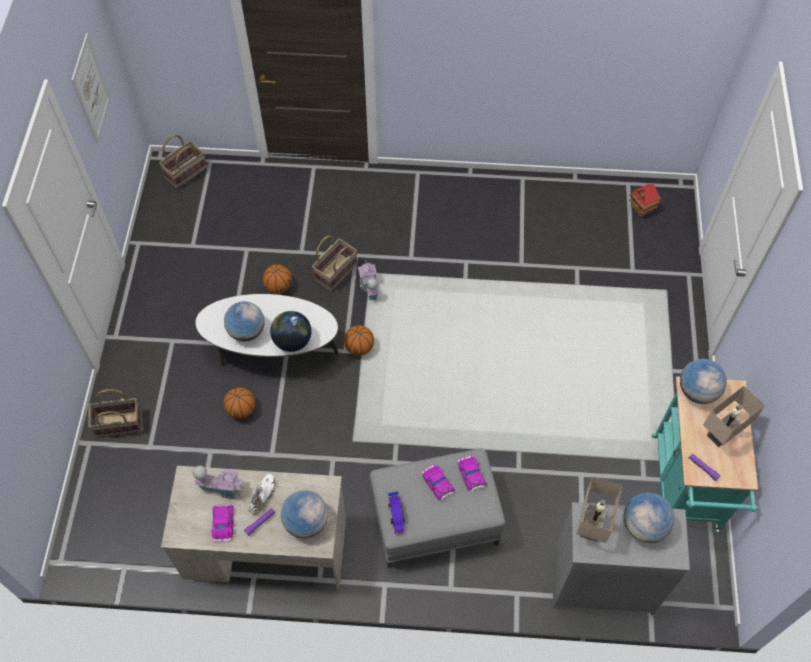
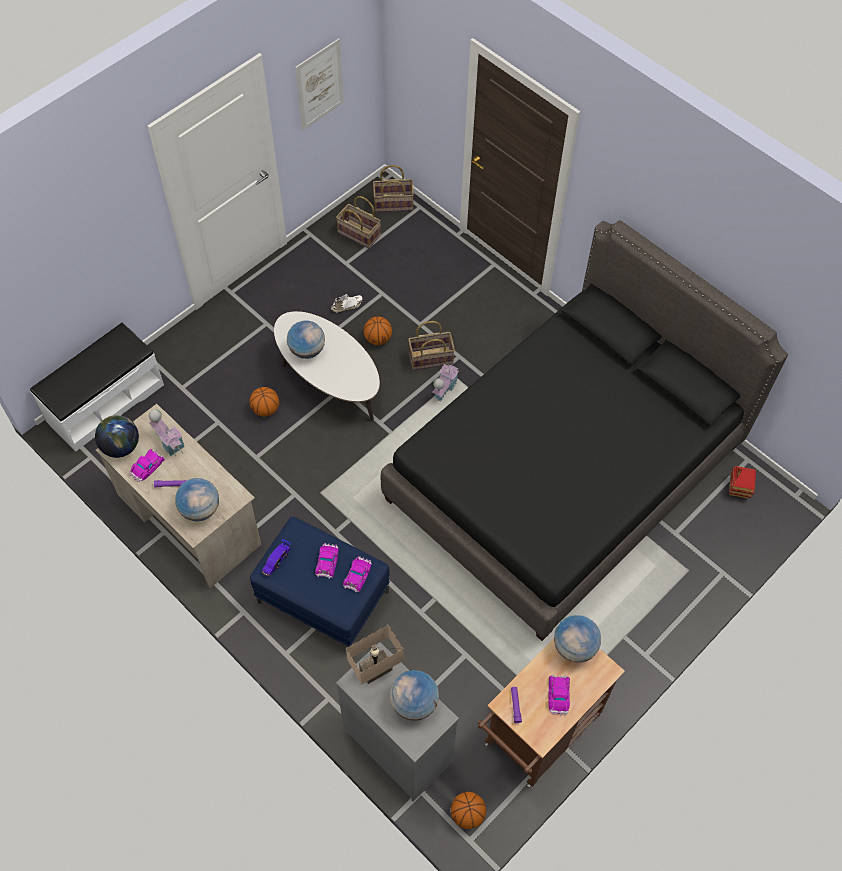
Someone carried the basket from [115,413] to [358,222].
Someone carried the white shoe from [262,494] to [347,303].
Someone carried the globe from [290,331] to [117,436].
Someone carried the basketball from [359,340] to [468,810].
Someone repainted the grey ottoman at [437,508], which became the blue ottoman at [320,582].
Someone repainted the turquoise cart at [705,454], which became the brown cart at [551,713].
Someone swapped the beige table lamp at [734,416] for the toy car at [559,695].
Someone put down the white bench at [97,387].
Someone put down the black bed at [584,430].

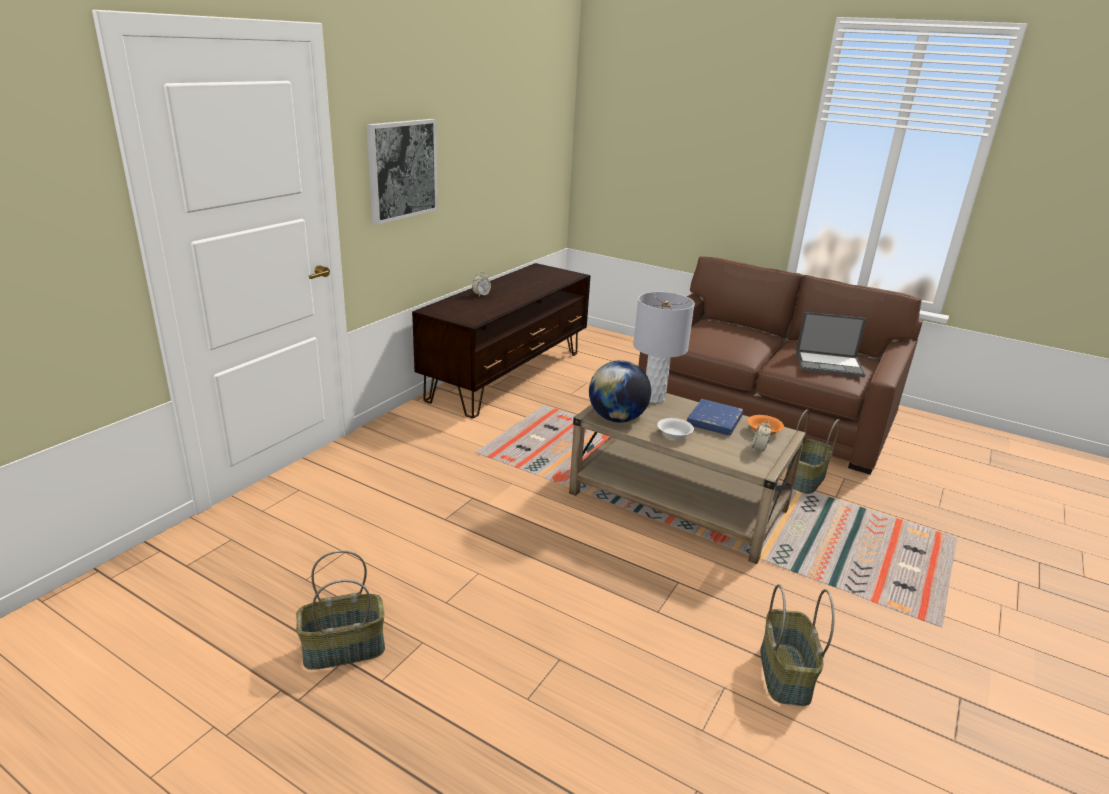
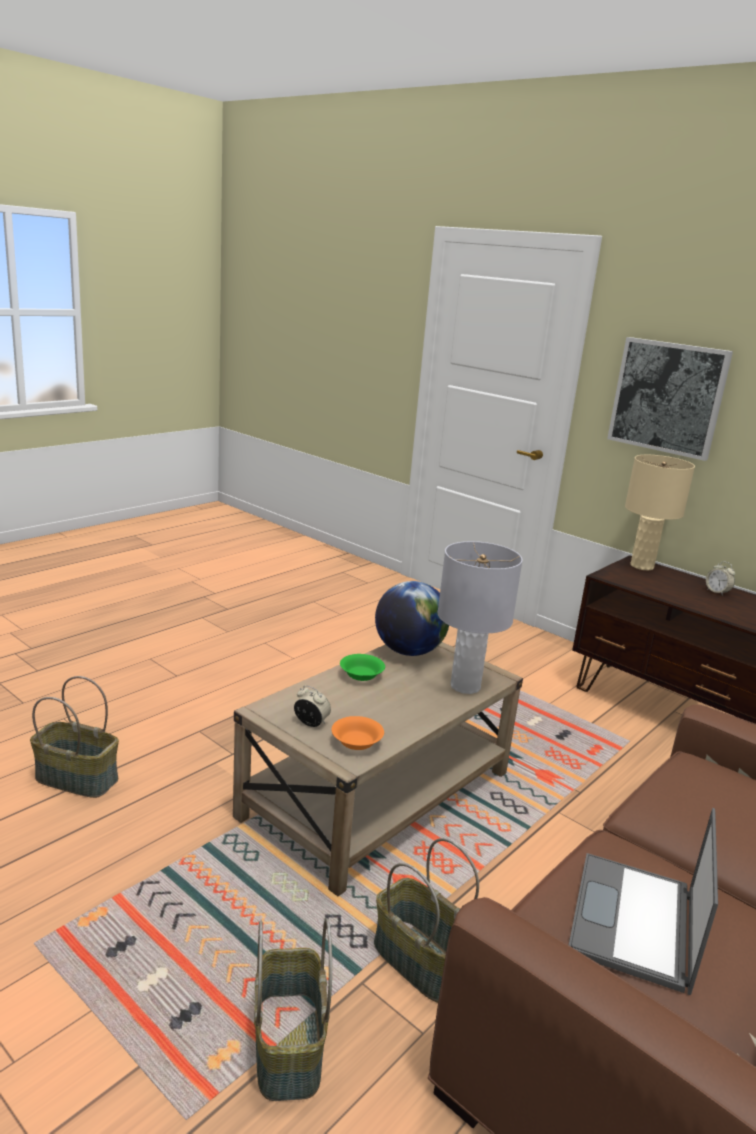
Someone carried the basket from [340,610] to [293,1009].
Someone repainted the white bowl at [675,429], which became the green bowl at [362,667].
Someone took away the blue book at [715,417].
Someone put down the beige table lamp at [660,513].

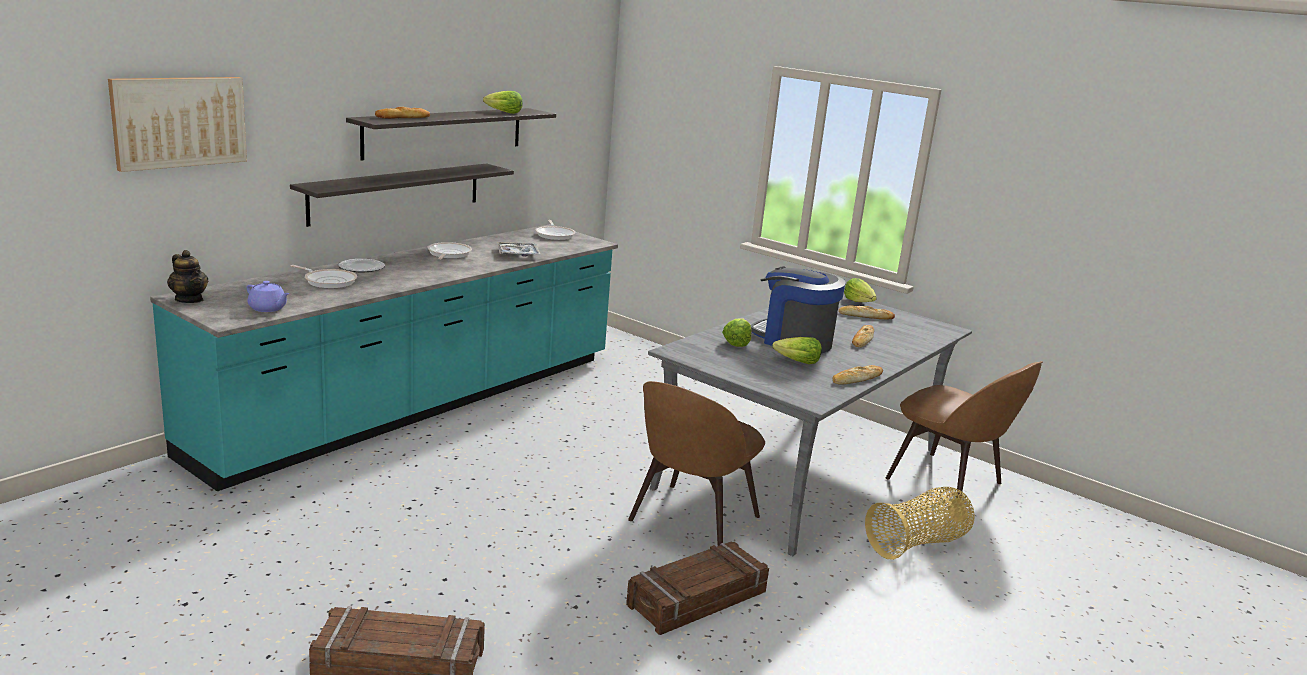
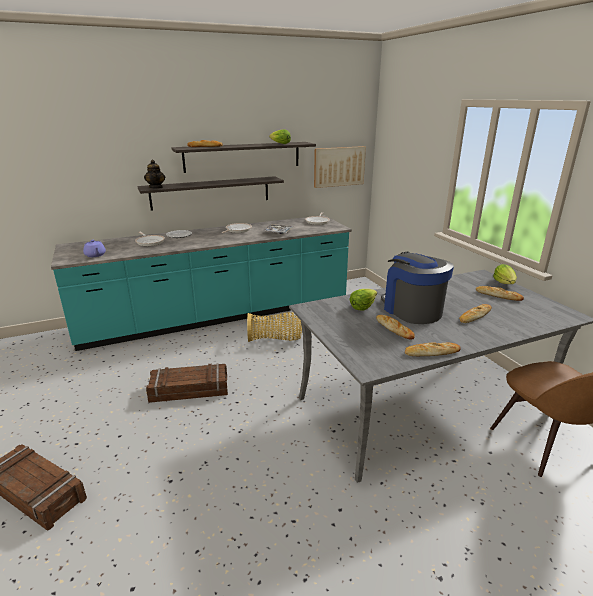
Someone carried the picture from [177,124] to [340,167].
Someone carried the teapot from [187,276] to [154,174].
Someone carried the crate from [697,588] to [187,383].
Someone took away the brown chair at [696,463].
Someone swapped the lettuce at [797,350] for the bread at [395,327].
Someone carried the basket from [920,523] to [274,327].

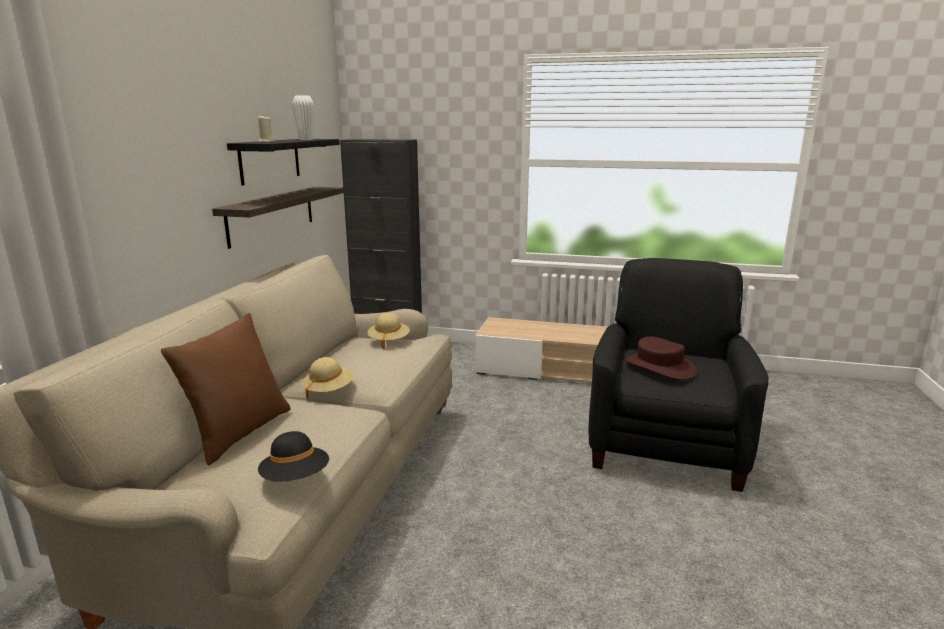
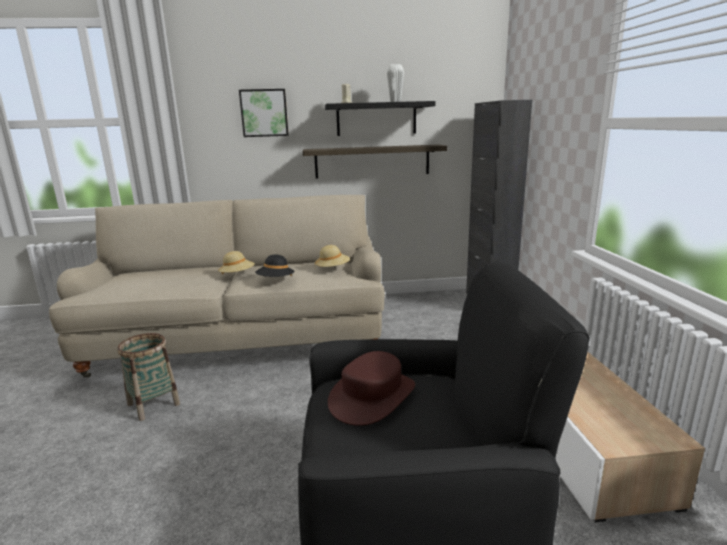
Someone took away the brown pillow at [226,389].
Someone carried the black hat from [293,456] to [275,266].
Someone put down the basket at [148,377].
Someone put up the picture at [264,113].

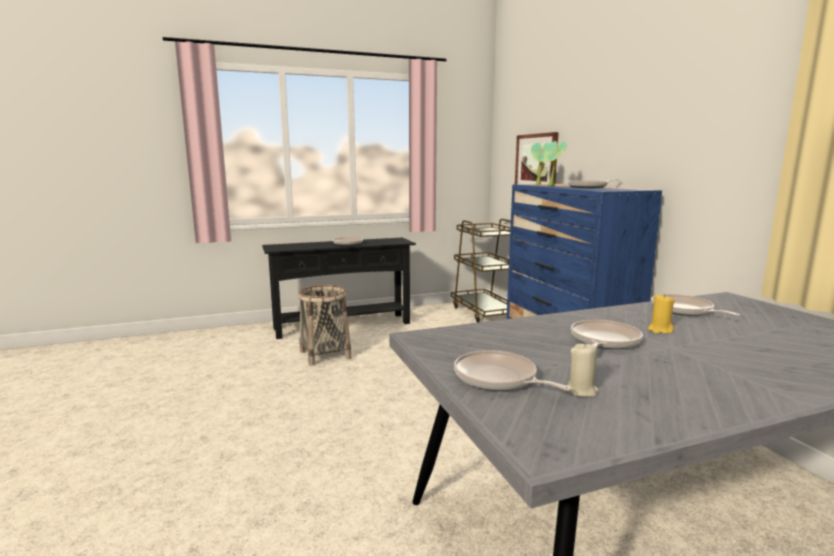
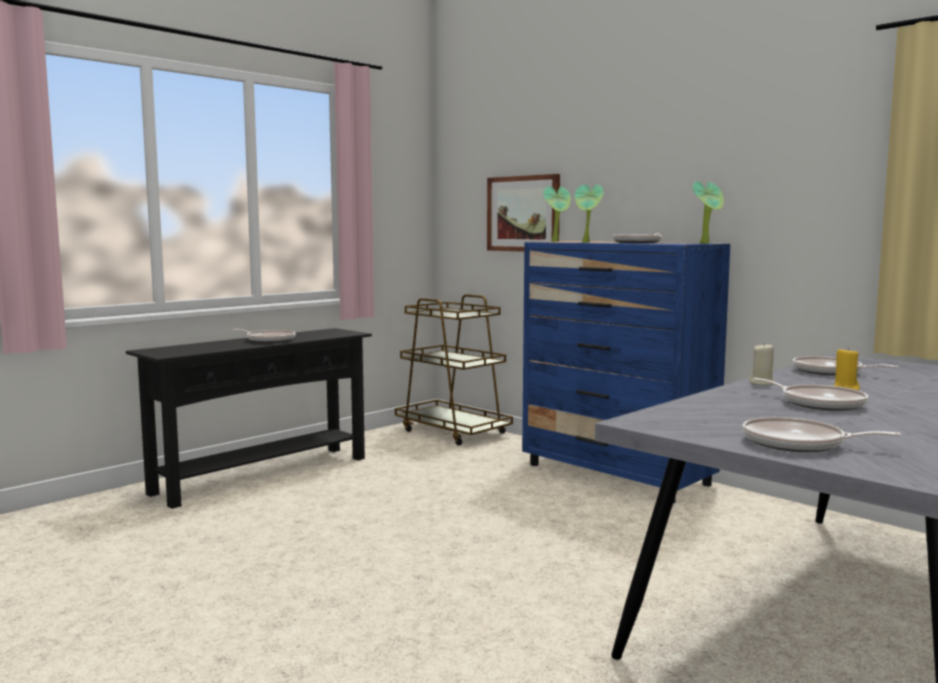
Someone took away the basket at [325,325].
Someone carried the beige candle from [583,369] to [762,364].
Someone rotated the frying pan at [607,334] by 135 degrees clockwise.
Someone put down the potted plant at [708,213].

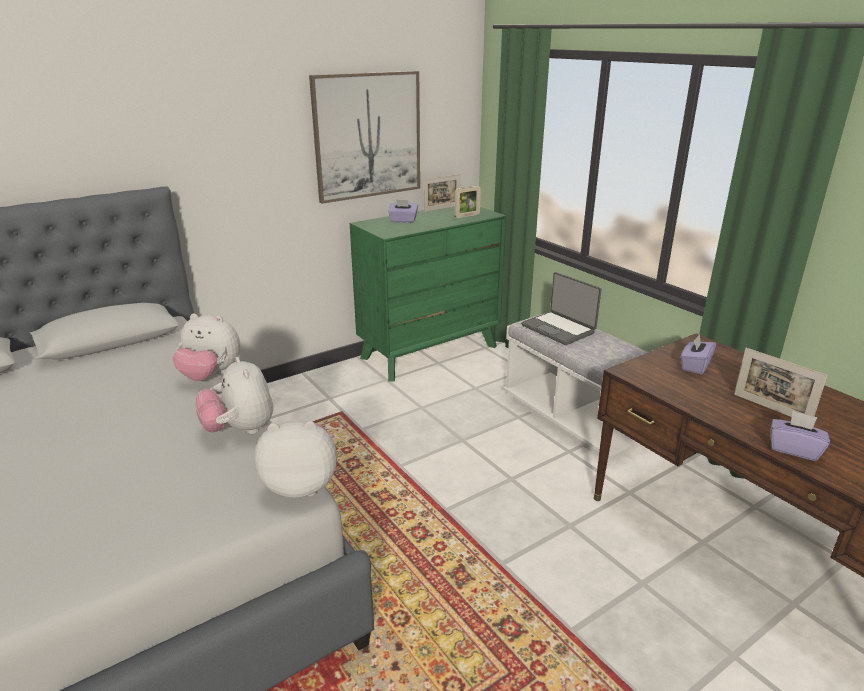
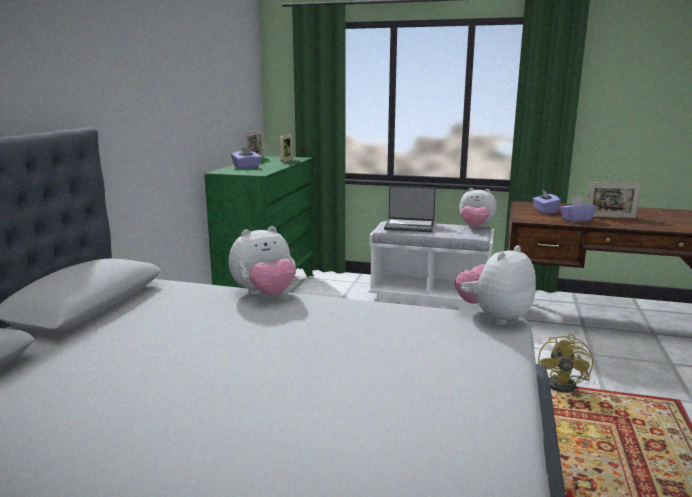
Someone carried the plush toy from [234,395] to [478,207].
Someone took away the picture at [364,137].
Someone carried the purple tissue box from [800,436] to [578,209].
Someone put down the yellow fan at [565,363].

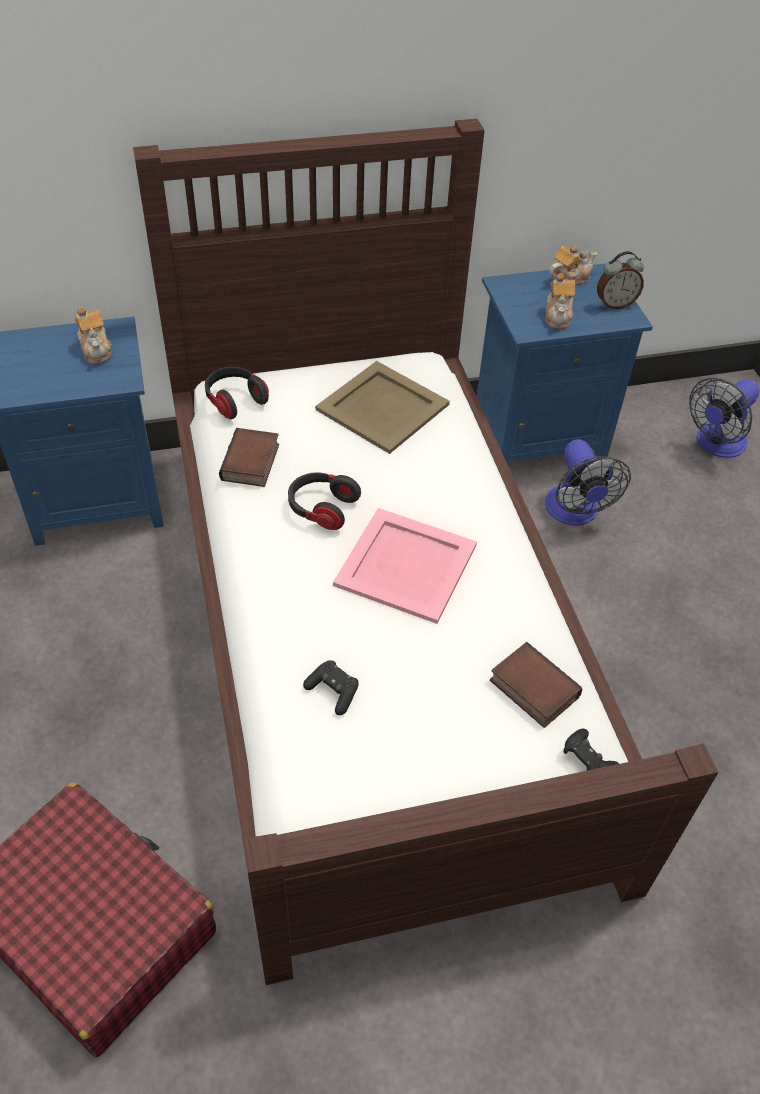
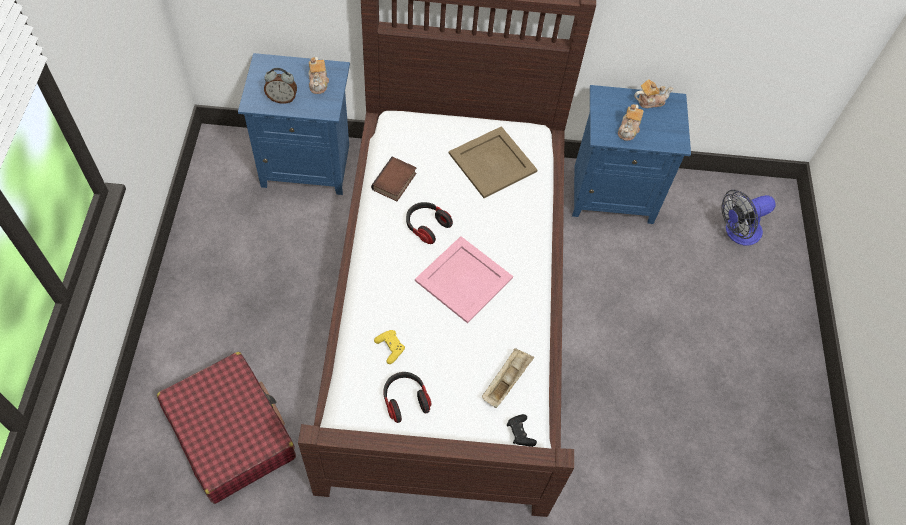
Someone carried the headphones from [237,393] to [407,397].
Someone repainted the black game controller at [331,687], which became the yellow game controller at [389,347].
Someone swapped the book at [536,685] for the beige tray at [508,378].
Someone took away the fan at [588,482].
Someone carried the alarm clock from [620,280] to [280,86].

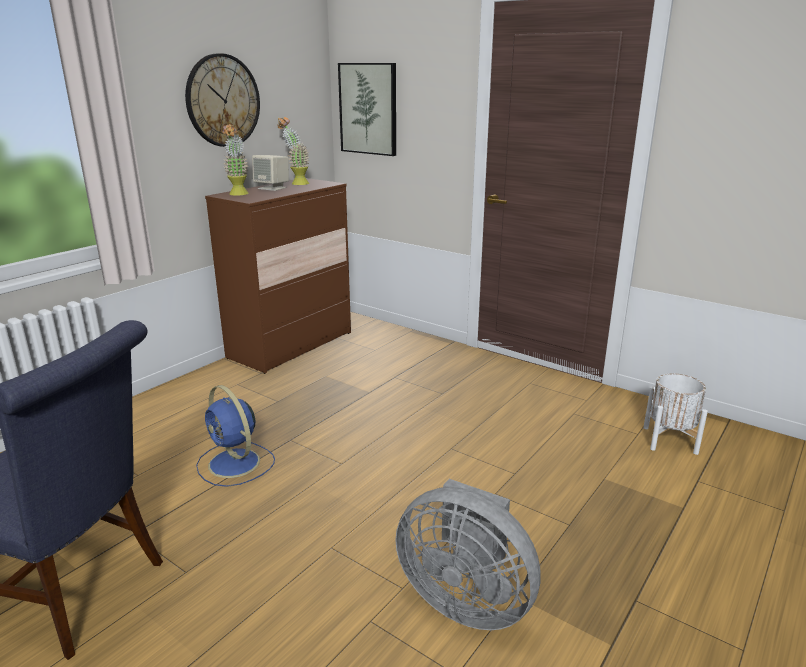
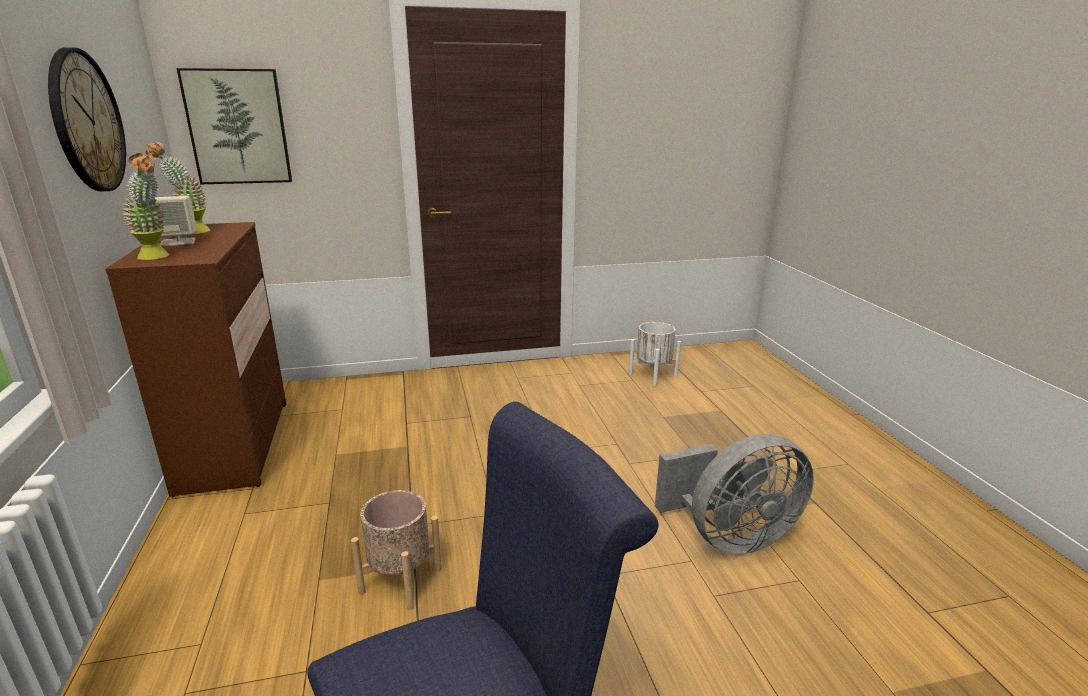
Someone swapped the blue fan at [235,436] for the beige planter at [396,550].

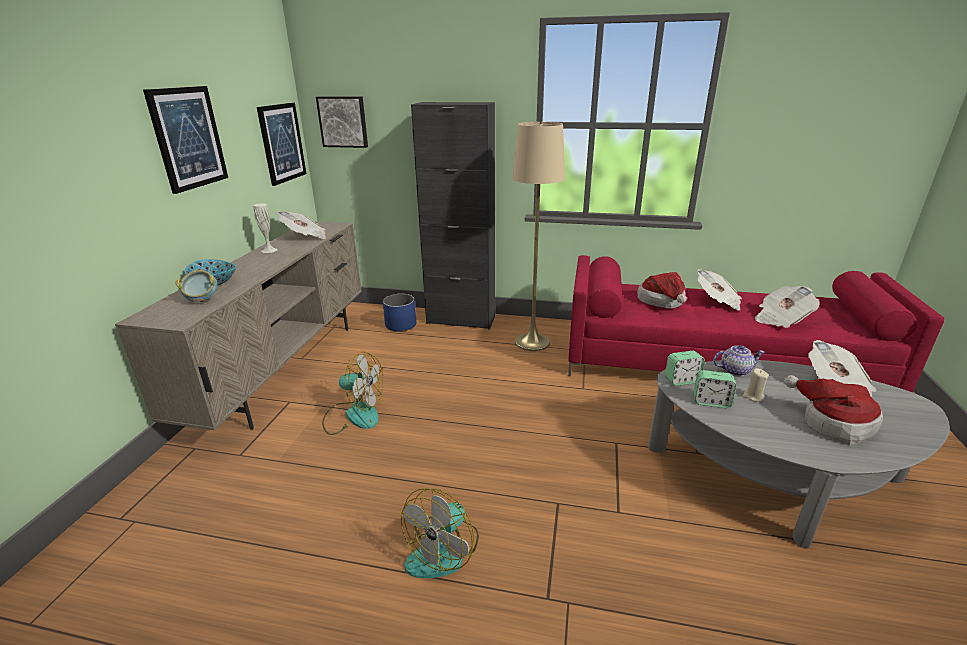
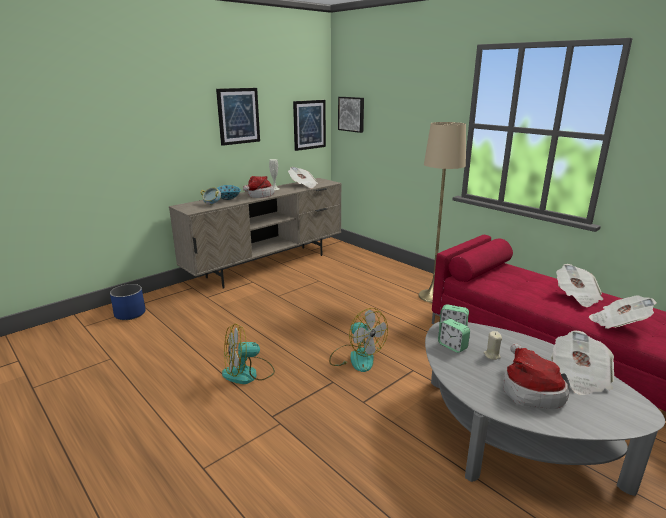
Someone carried the fan from [353,393] to [358,340].
Someone carried the blue planter from [399,313] to [128,302].
Someone took away the black cabinet at [453,215].
Someone carried the hat from [662,290] to [258,187].
Someone took away the teapot at [739,360].

